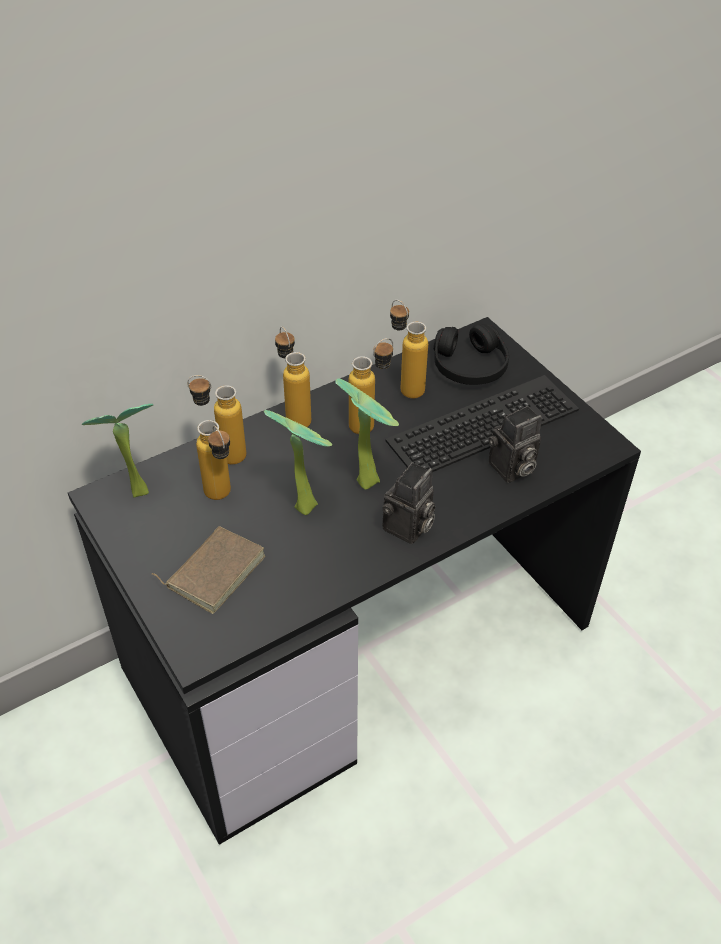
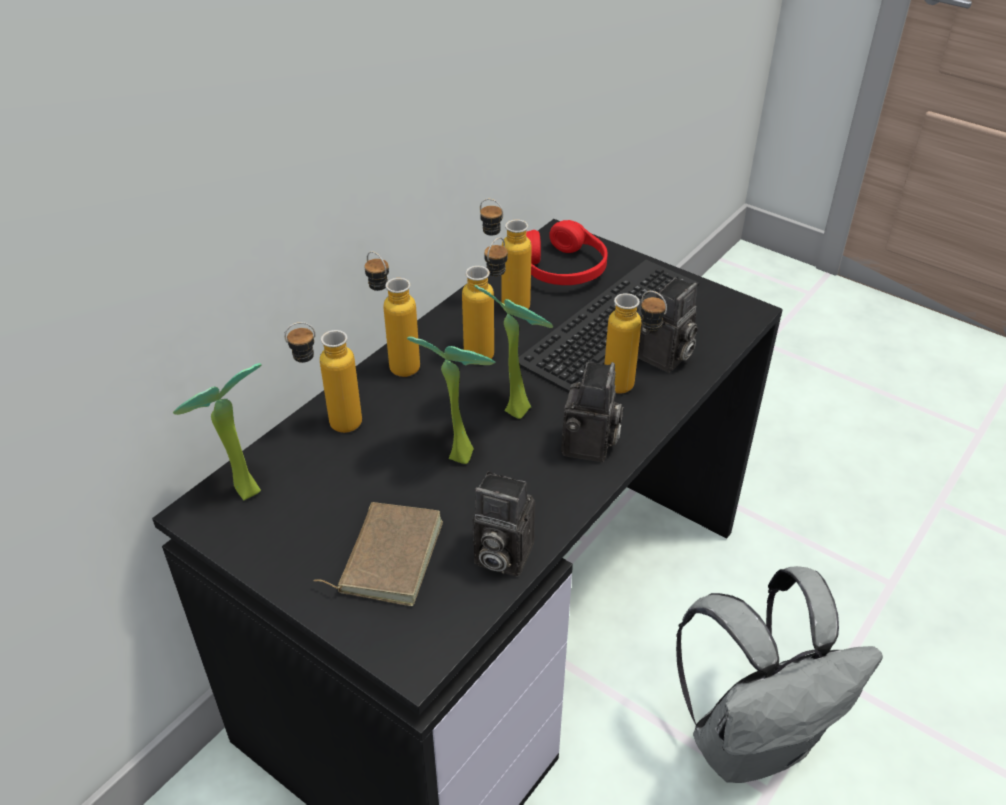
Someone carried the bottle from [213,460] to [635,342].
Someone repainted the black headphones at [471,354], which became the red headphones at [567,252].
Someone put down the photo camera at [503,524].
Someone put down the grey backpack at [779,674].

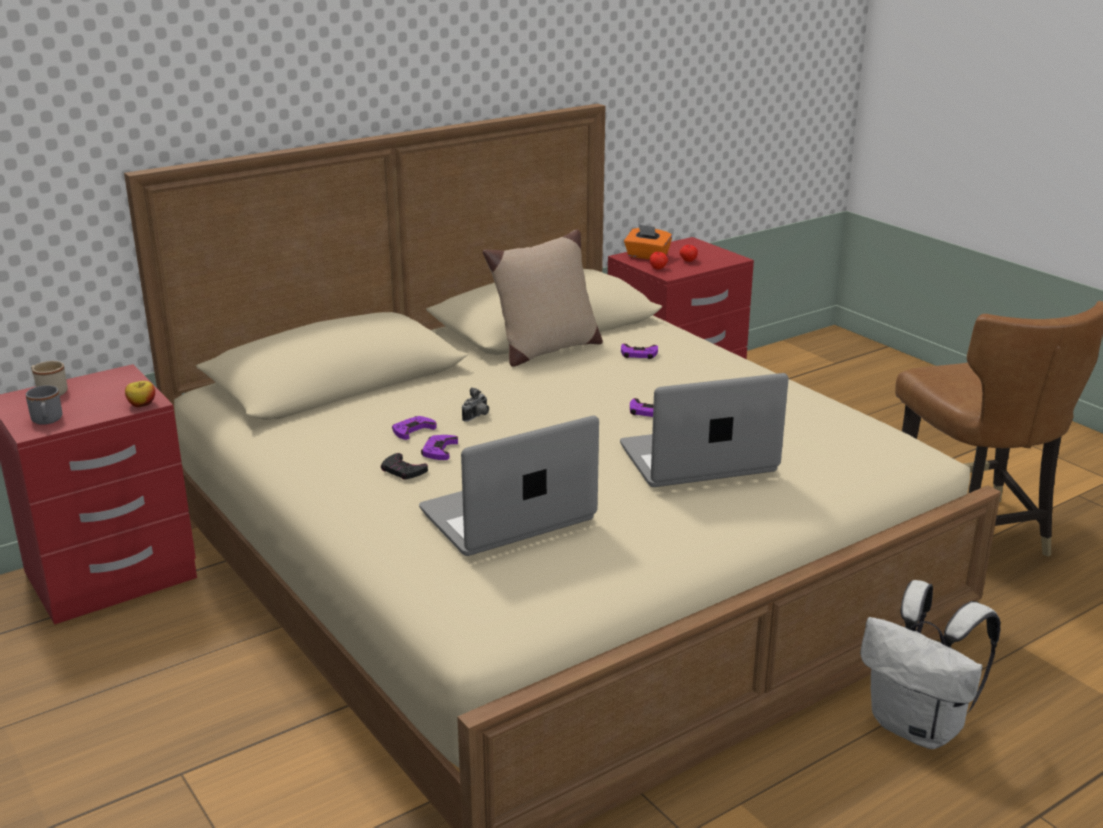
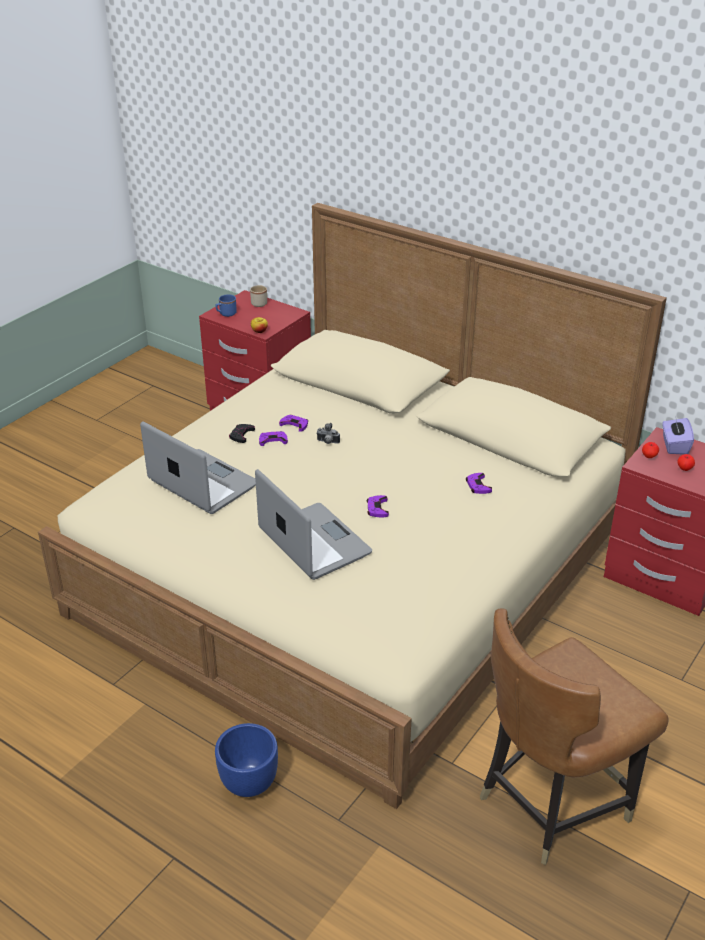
Someone repainted the grey mug at [44,405], which became the blue mug at [226,305].
Someone took away the beige pillow at [542,298].
Someone repainted the orange tissue box at [648,242], which became the purple tissue box at [678,434].
Someone swapped the white backpack at [930,664] for the blue planter at [246,760].

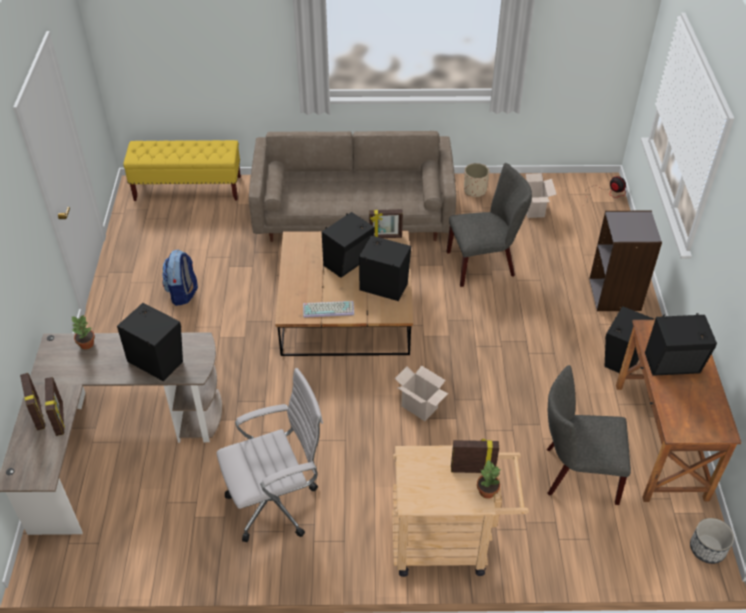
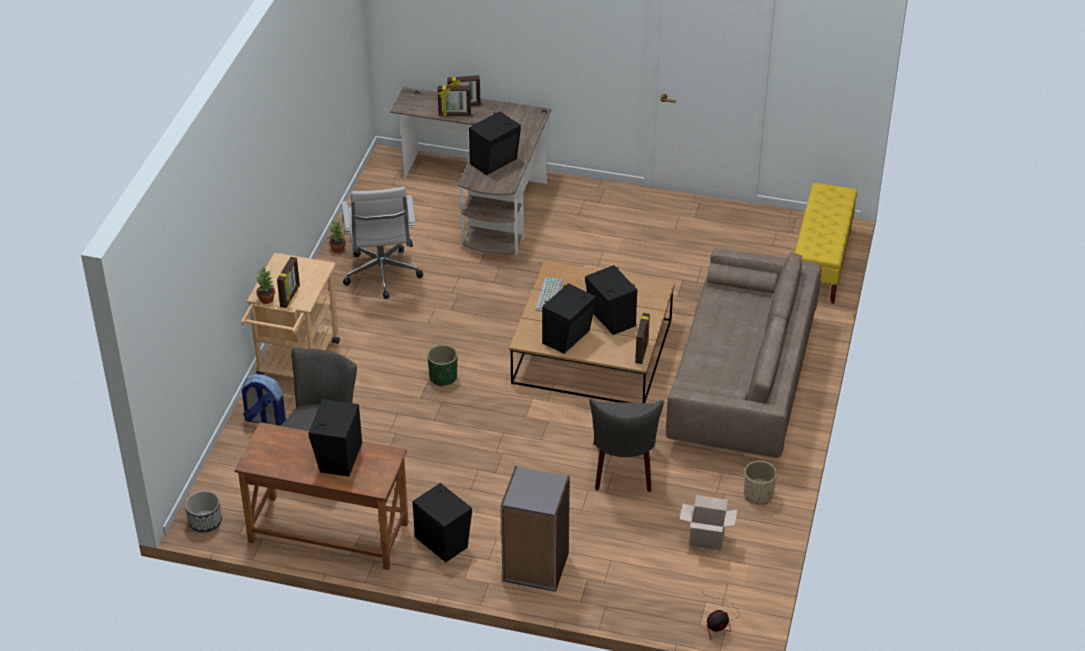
Someone carried the potted plant from [83,332] to [337,237].
Someone carried the backpack from [180,277] to [263,400].
Someone swapped the cardboard box at [421,393] for the green planter at [442,366].

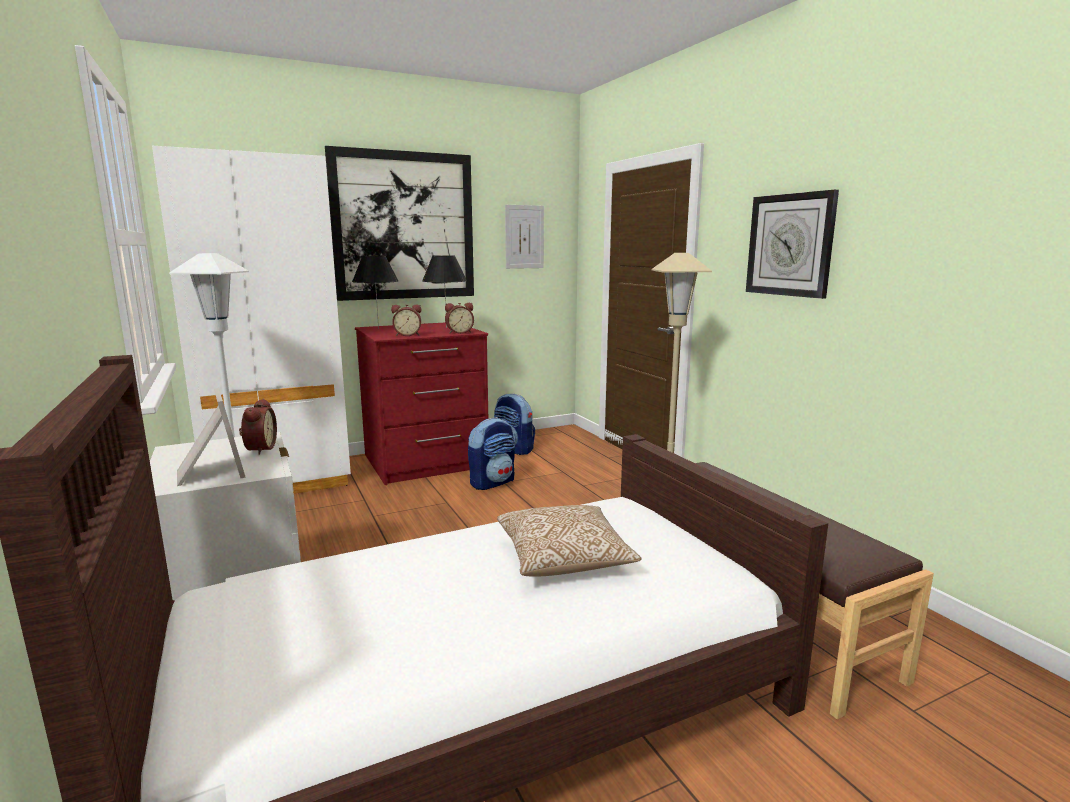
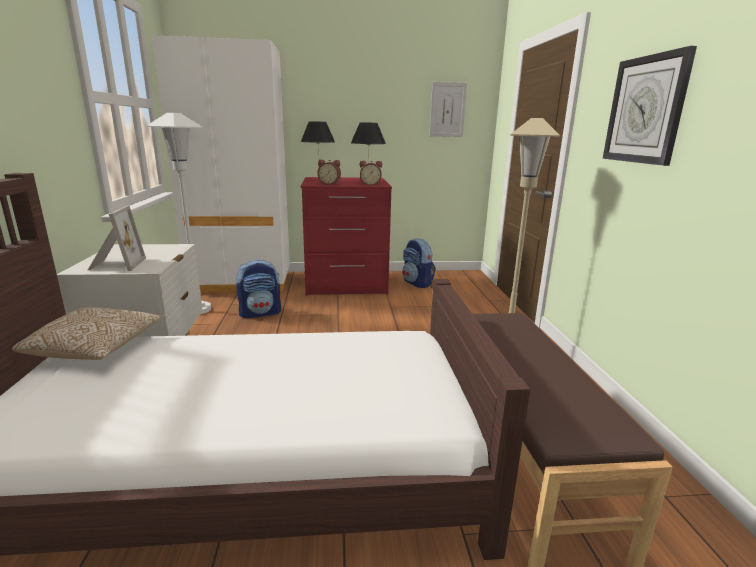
Someone took away the alarm clock at [258,427].
Someone took away the picture at [399,223].
Someone carried the backpack from [491,453] to [258,289].
Someone carried the pillow from [569,541] to [87,333].

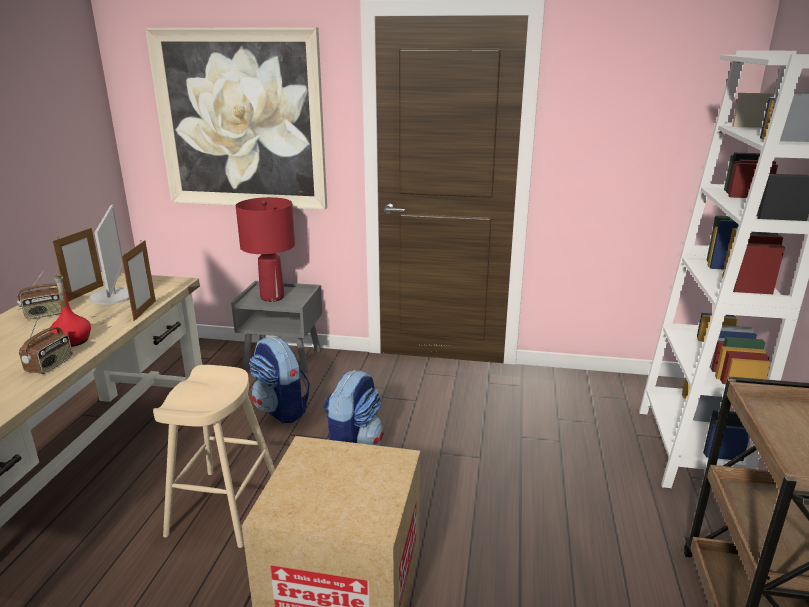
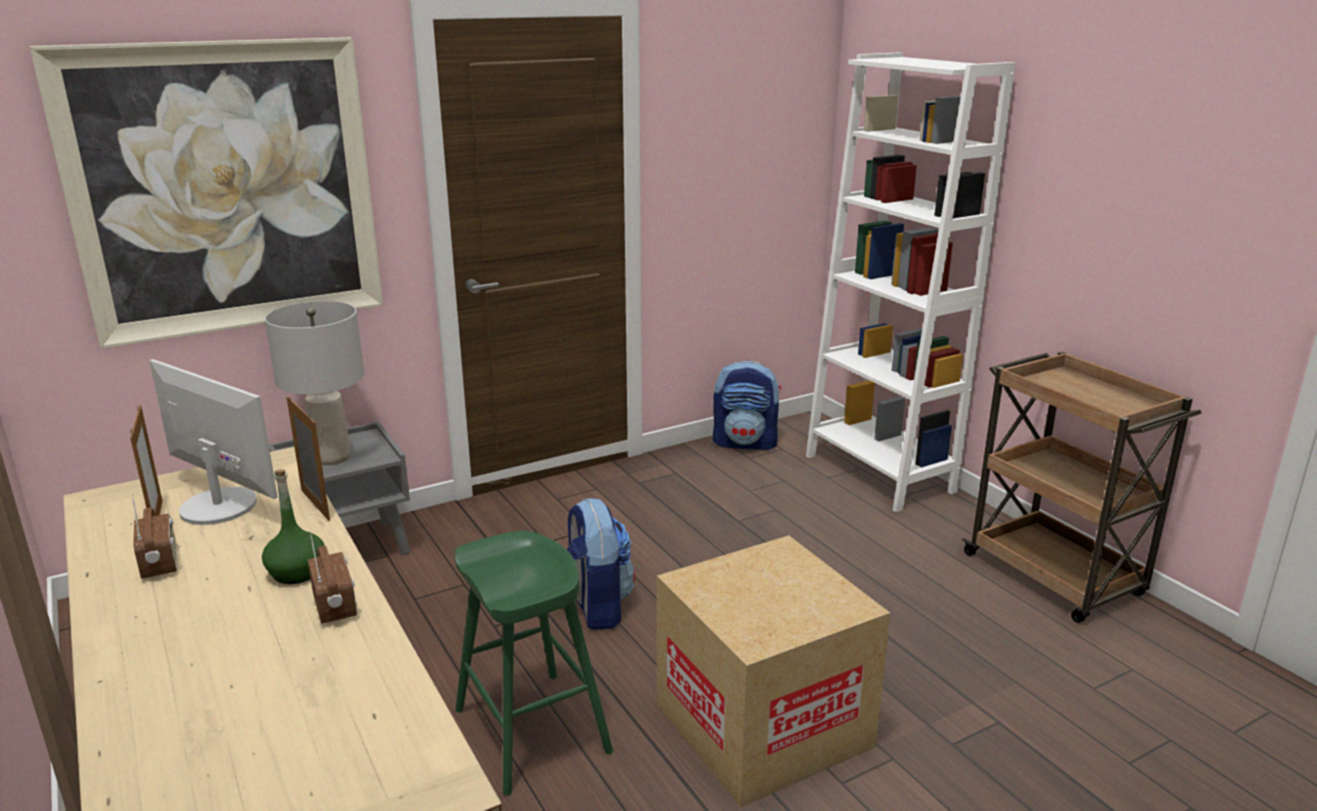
Someone rotated the radio at [39,295] by 45 degrees counterclockwise.
Someone repainted the red bottle at [70,311], which became the green bottle at [293,526].
Someone repainted the beige stool at [214,456], which became the green stool at [534,663].
Someone repainted the red table lamp at [265,249], which became the grey table lamp at [314,383].
Someone carried the backpack from [279,380] to [747,405].

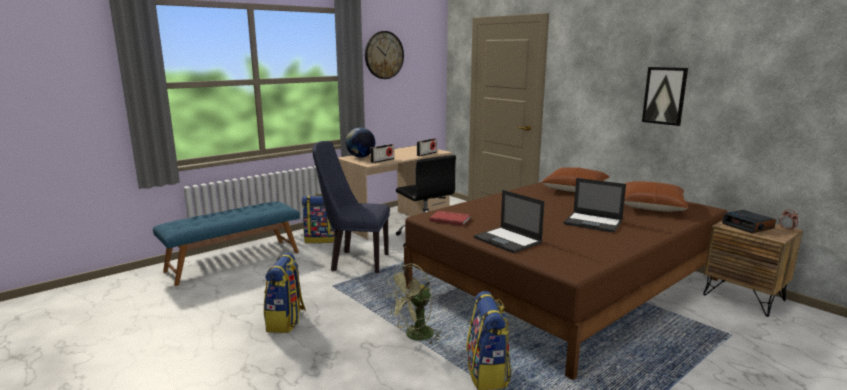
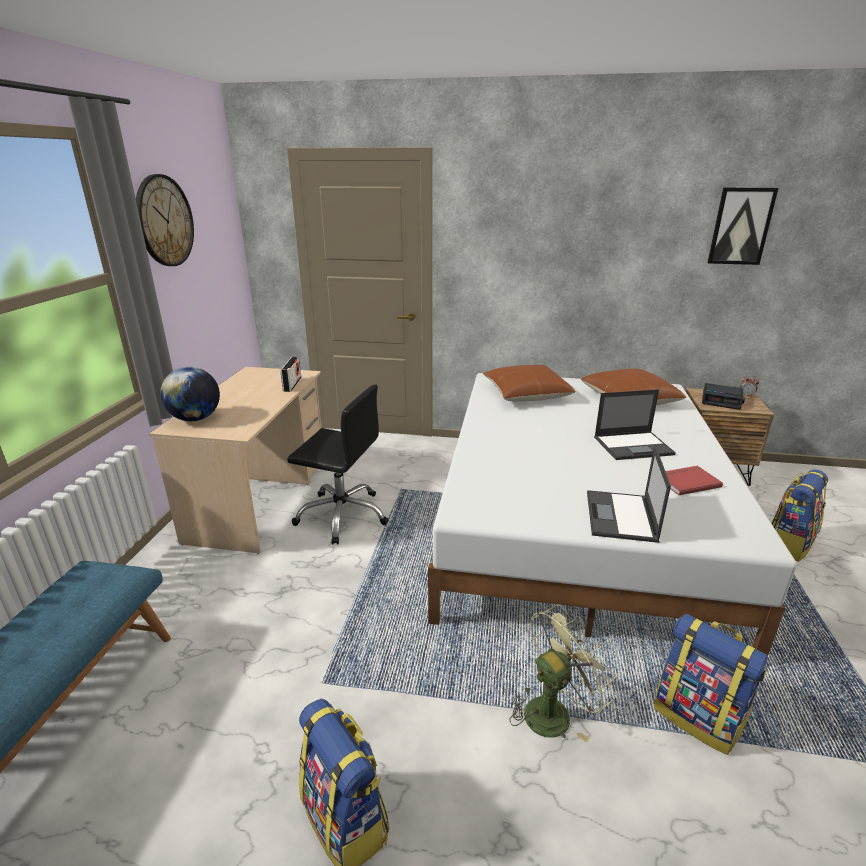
Someone carried the backpack from [318,218] to [799,515].
Someone took away the blue chair at [351,207].
Someone took away the radio at [382,153].
Someone rotated the green fan at [414,304] by 135 degrees counterclockwise.
Someone repainted the brown bed at [566,281], which became the white bed at [612,514].
Someone carried the red book from [449,218] to [694,481].
Someone rotated the laptop at [509,221] by 90 degrees clockwise.
Someone carried the picture from [665,96] to [743,226].

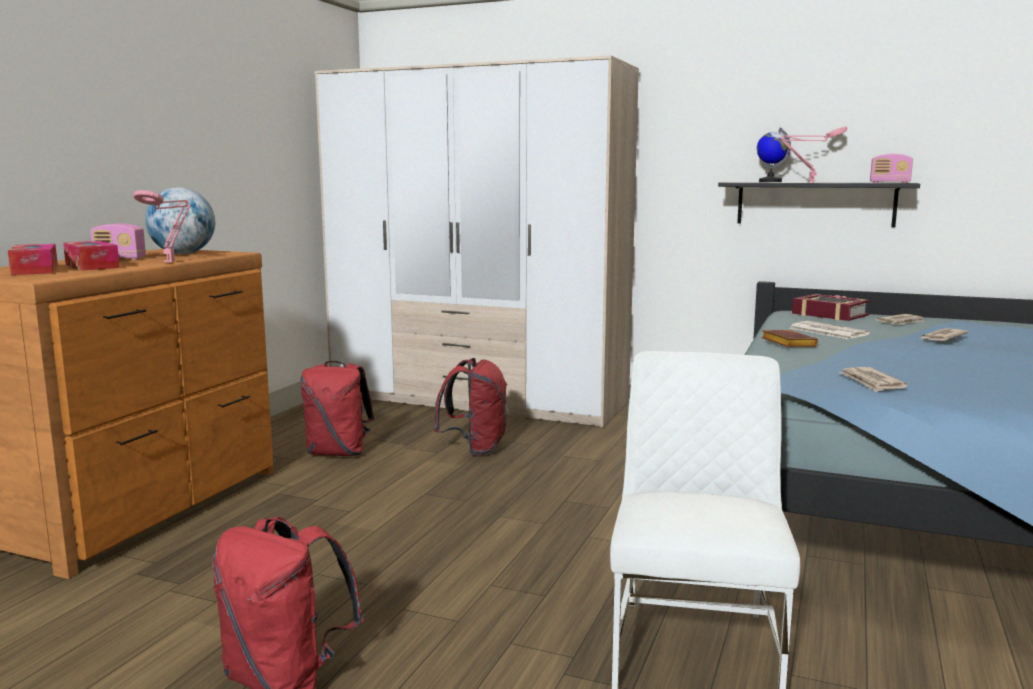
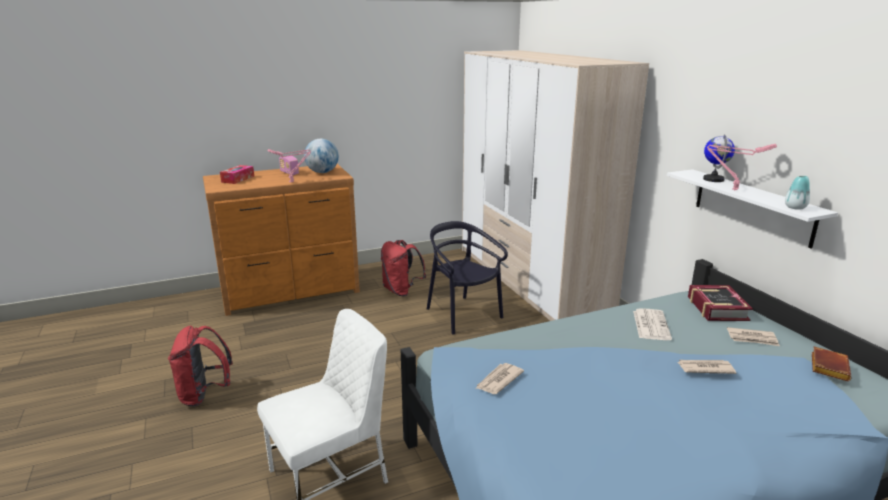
Someone took away the tissue box at [91,256].
Someone swapped the red backpack at [470,407] for the black chair at [467,278].
Someone repainted the black shelf at [819,204], which became the white shelf at [752,208].
Someone carried the brown book from [789,338] to [831,364].
Someone swapped the radio at [891,168] for the vase at [797,193].

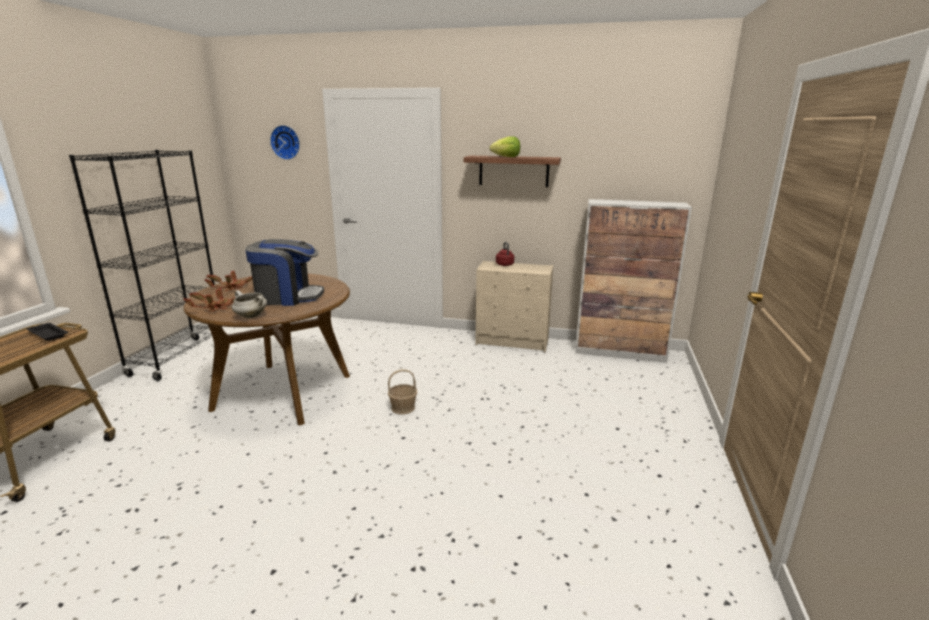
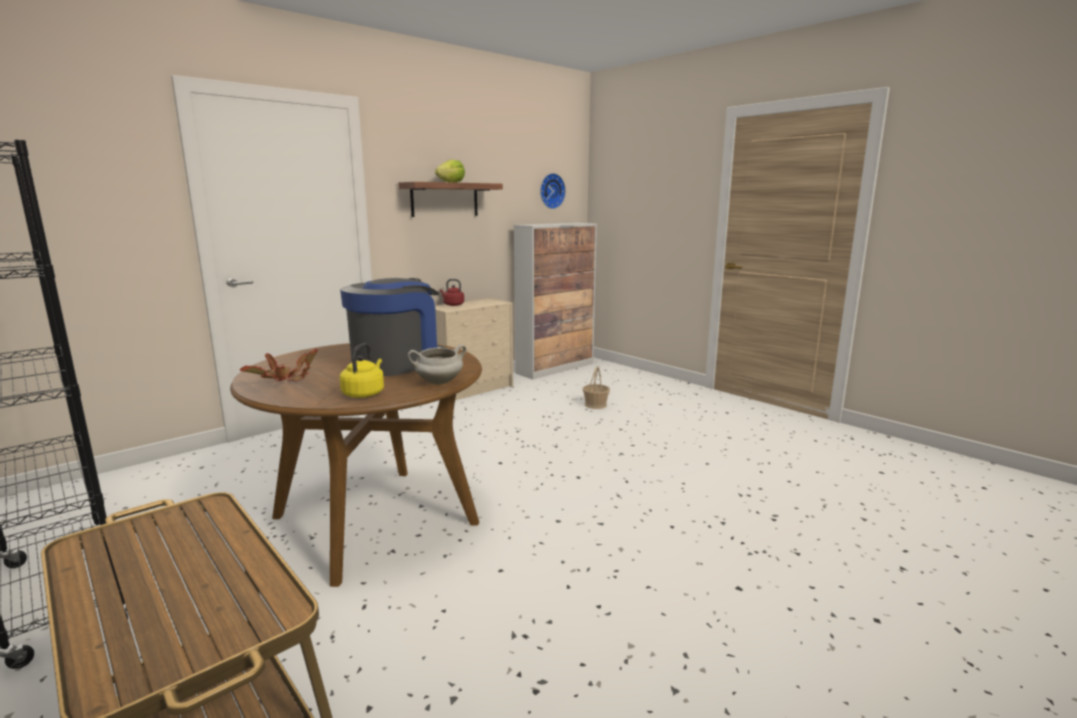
Someone took away the black tray at [47,332].
Someone swapped the potted plant at [209,299] for the yellow kettle at [362,370].
Someone carried the wall clock from [285,142] to [553,191].
Someone carried the basket from [402,392] to [596,387].

